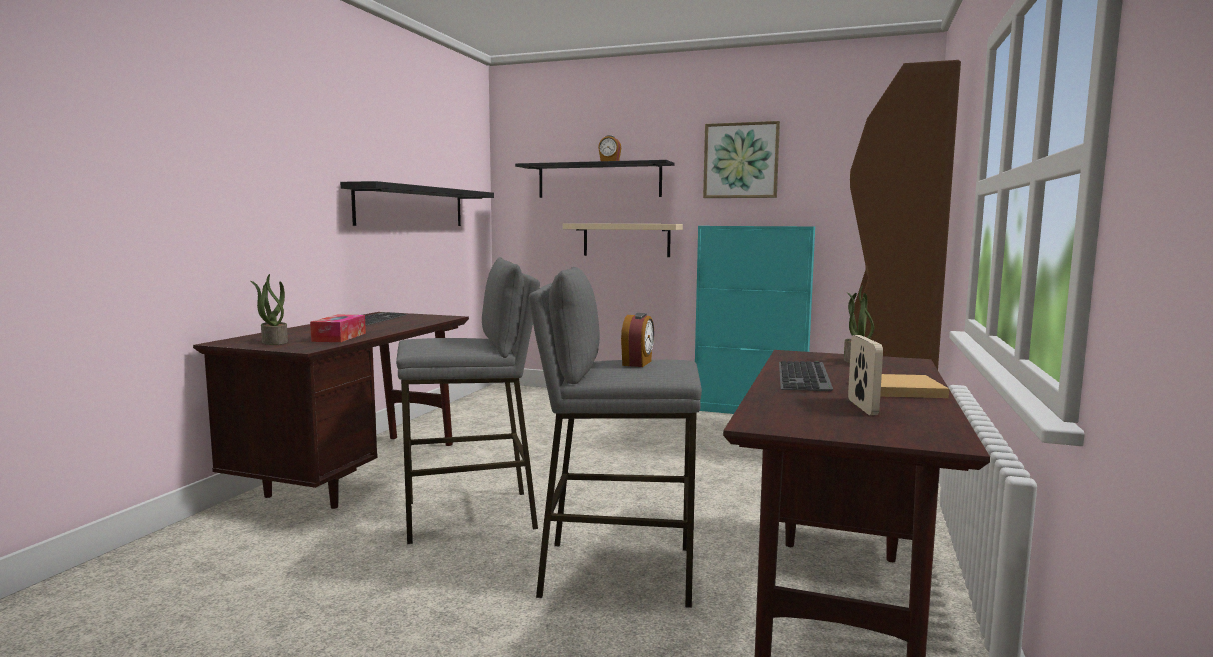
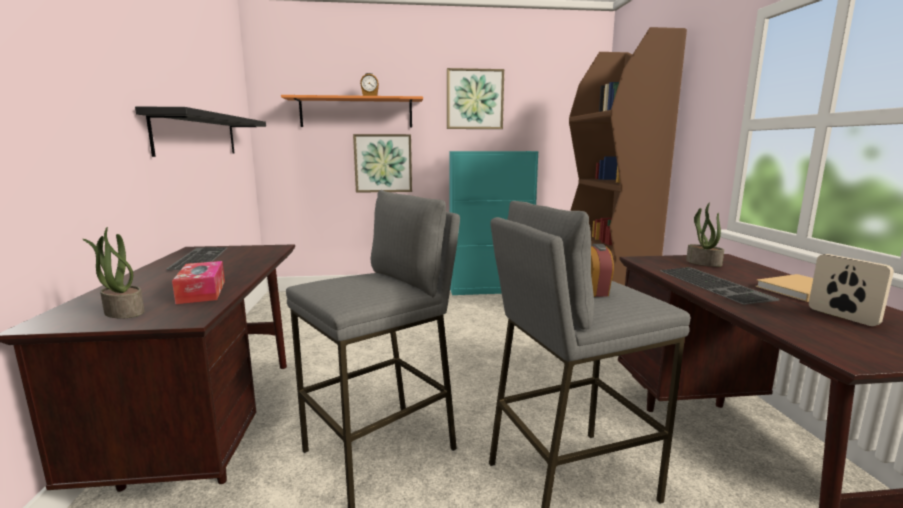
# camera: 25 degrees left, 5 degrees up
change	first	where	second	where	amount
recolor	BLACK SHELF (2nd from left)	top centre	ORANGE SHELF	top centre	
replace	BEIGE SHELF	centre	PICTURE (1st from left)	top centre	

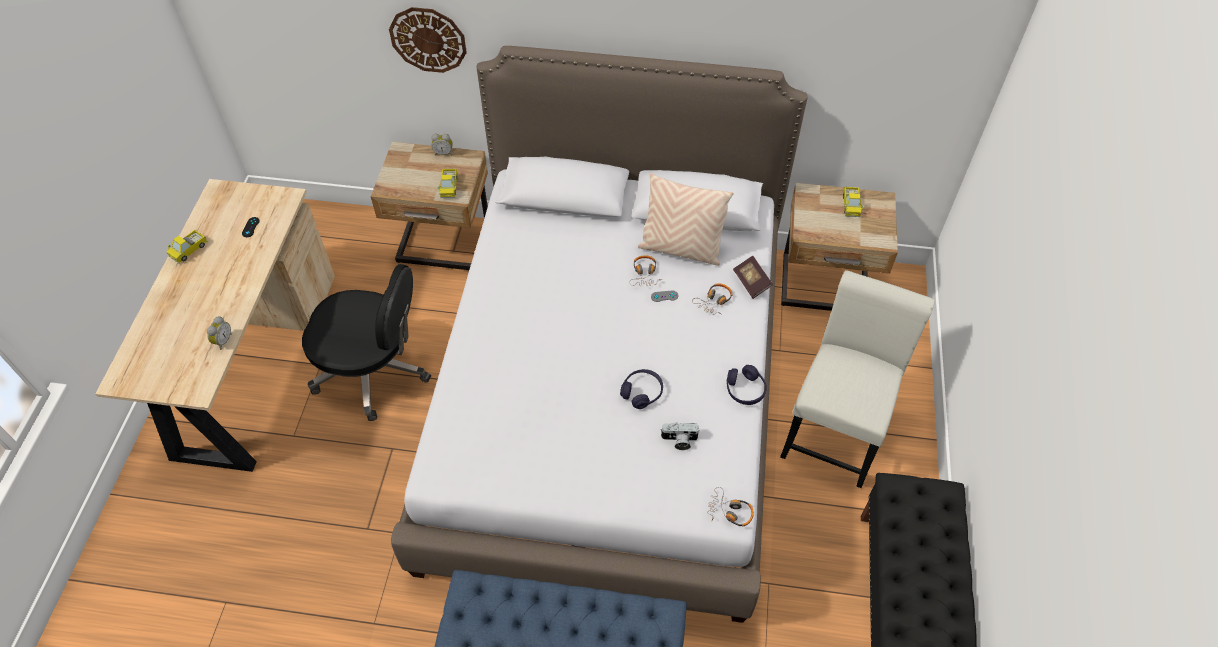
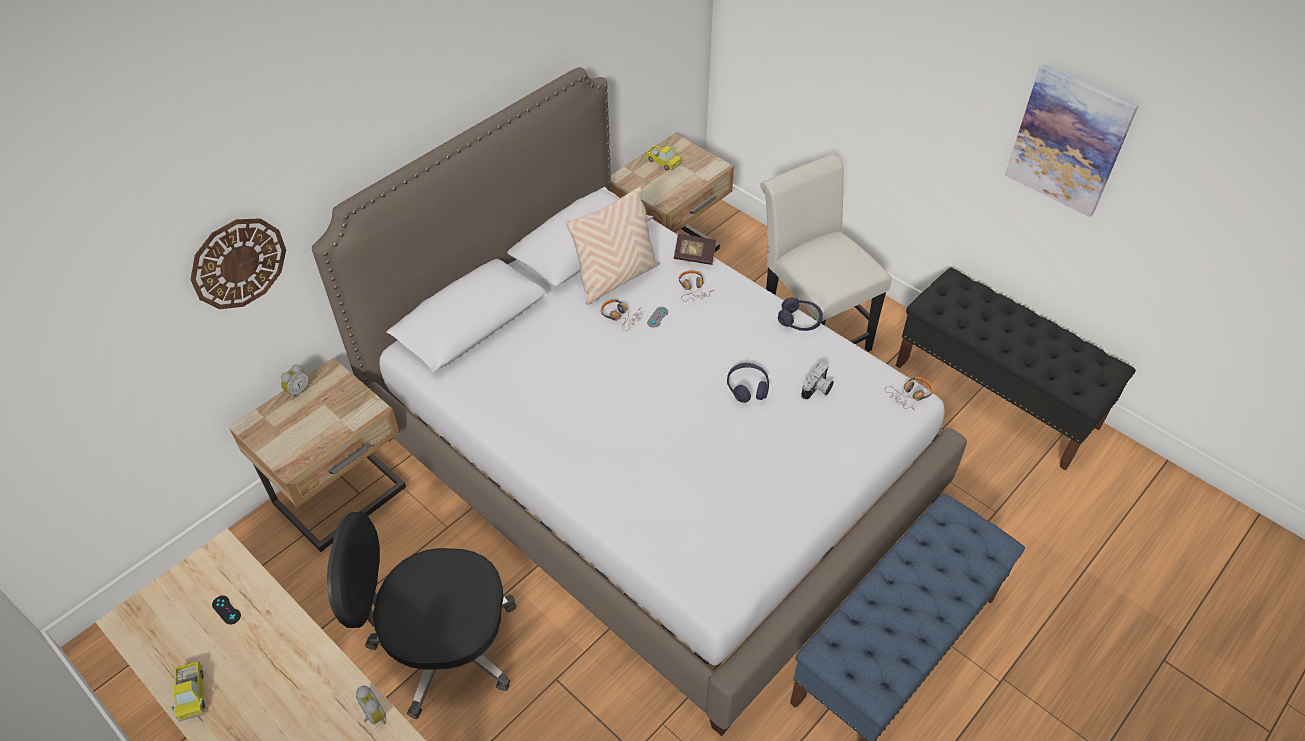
# camera: 55 degrees left, 5 degrees down
change	first	where	second	where	amount
delete	TOY TRUCK (2nd from left)	top centre			
rotate	BLACK OFFICE CHAIR	middle left		bottom left	135 degrees counterclockwise
insert			PICTURE	top right	

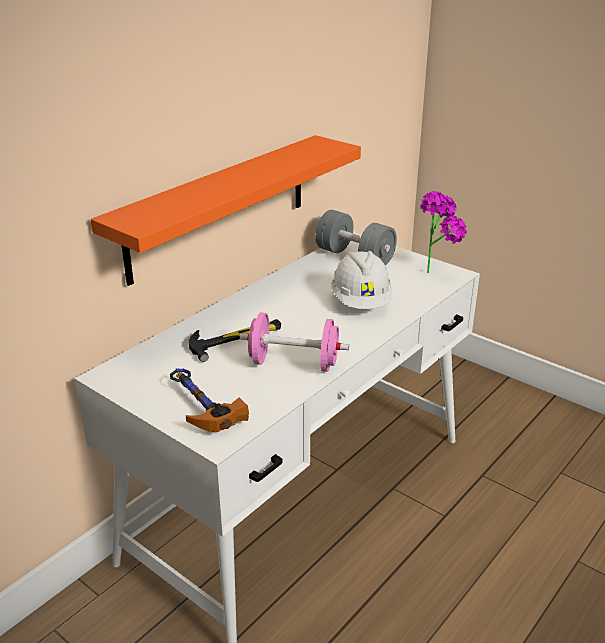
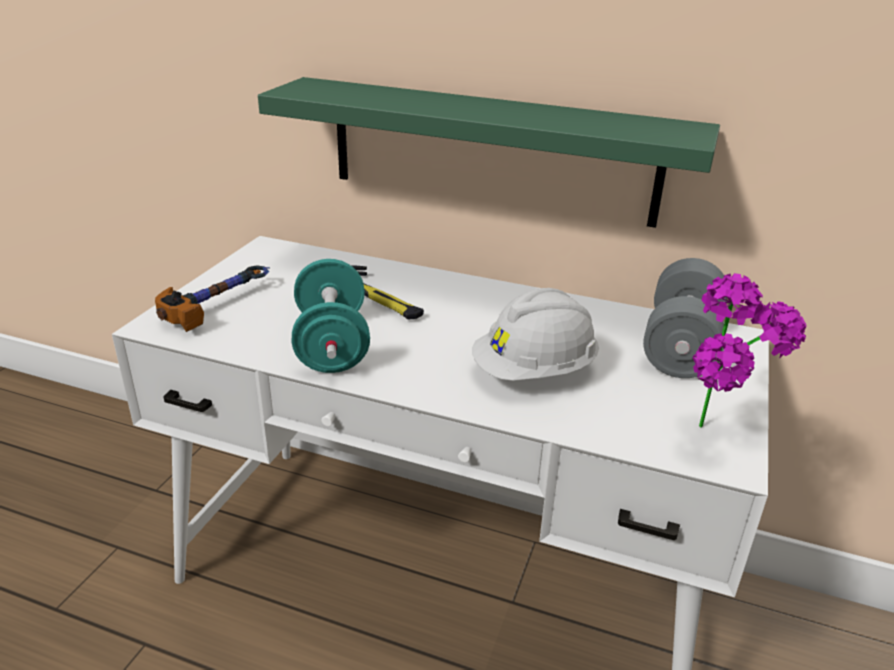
# camera: 70 degrees right, 0 degrees up
change	first	where	second	where	amount
recolor	ORANGE SHELF	top centre	GREEN SHELF	top centre	
recolor	PINK DUMBBELL	centre	TURQUOISE DUMBBELL	centre	

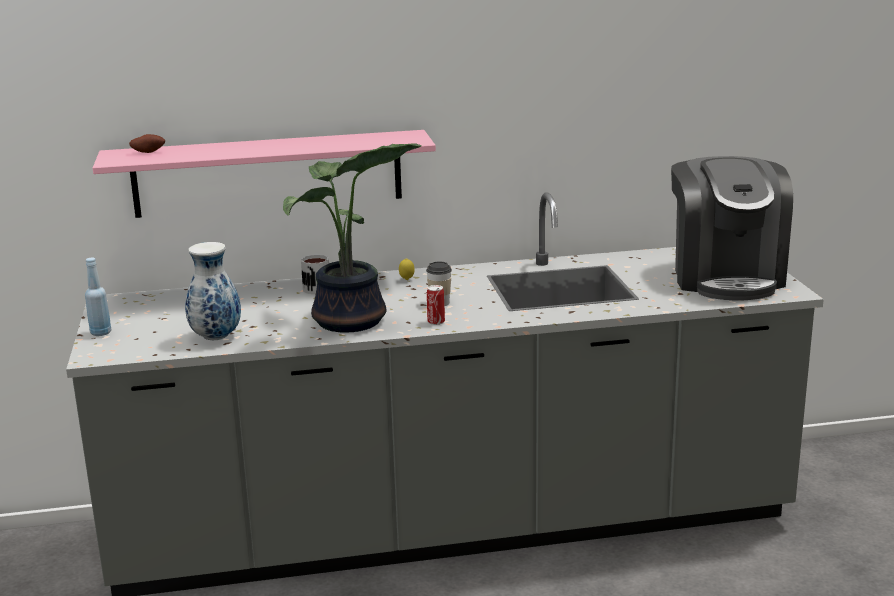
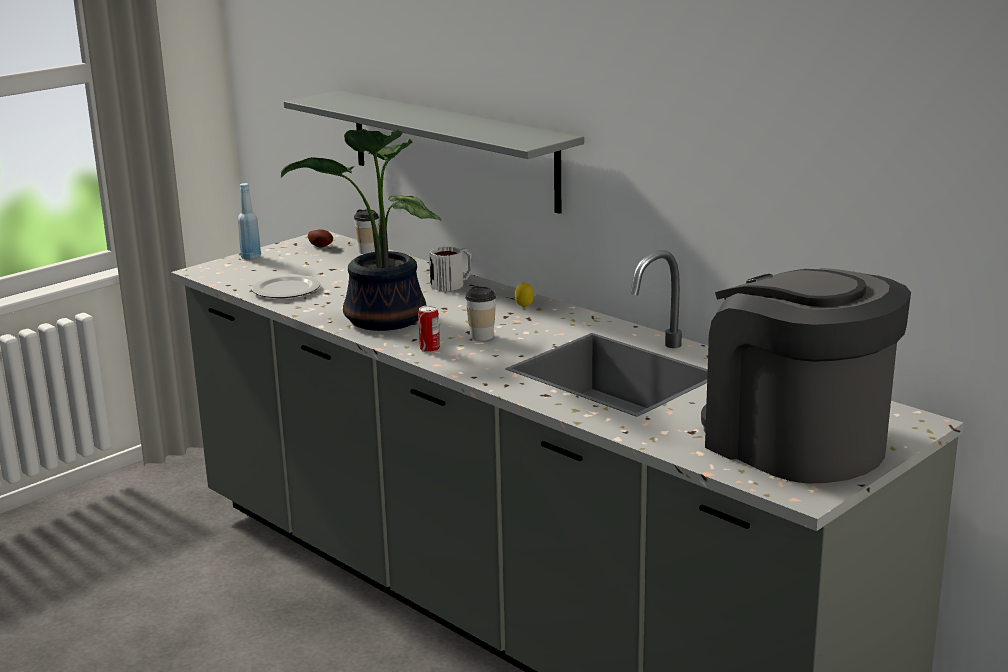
# camera: 55 degrees right, 0 degrees up
change	first	where	second	where	amount
recolor	PINK SHELF	top left	GREY SHELF	top centre	
move	POTATO	top left		middle left	
rotate	COFFEE MACHINE	middle right		middle right	90 degrees clockwise
replace	VASE	middle left	PLATE	middle left	
insert			CUP (1st from left)	centre	

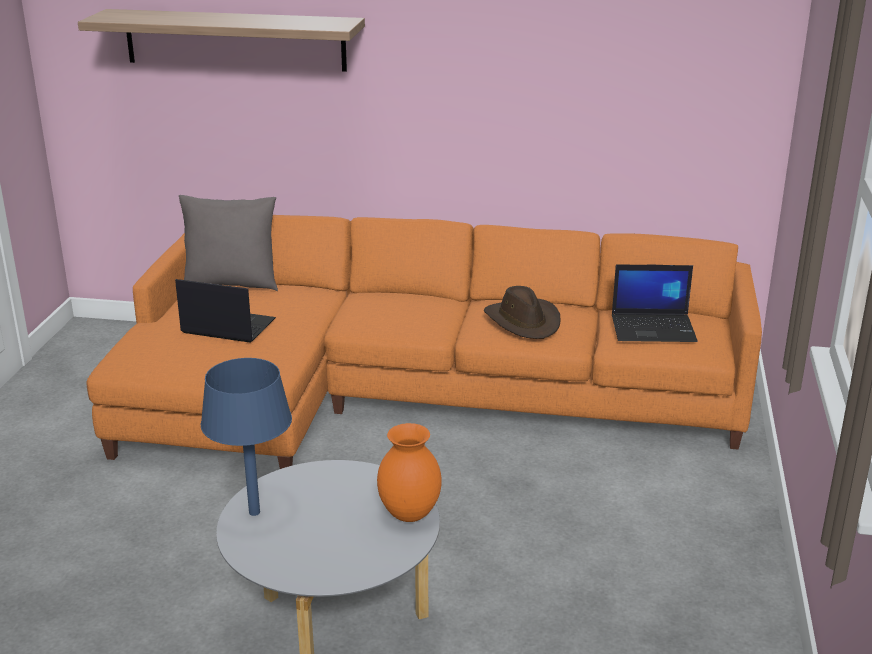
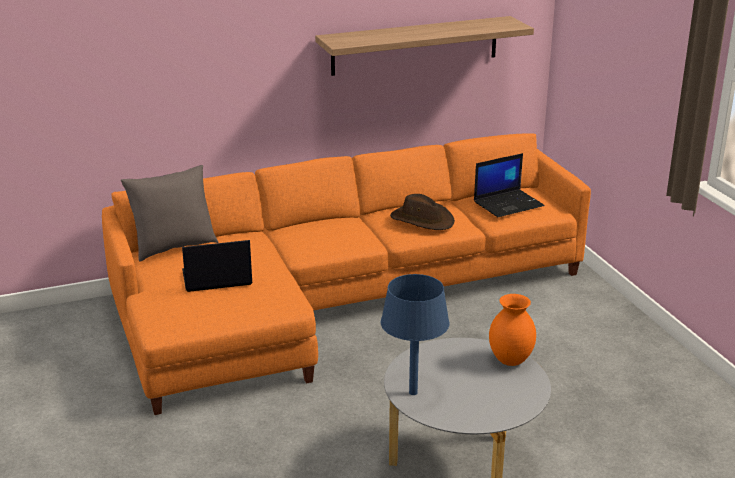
# camera: 30 degrees left, 0 degrees up
change	first	where	second	where	amount
move	SHELF	top left		top centre	

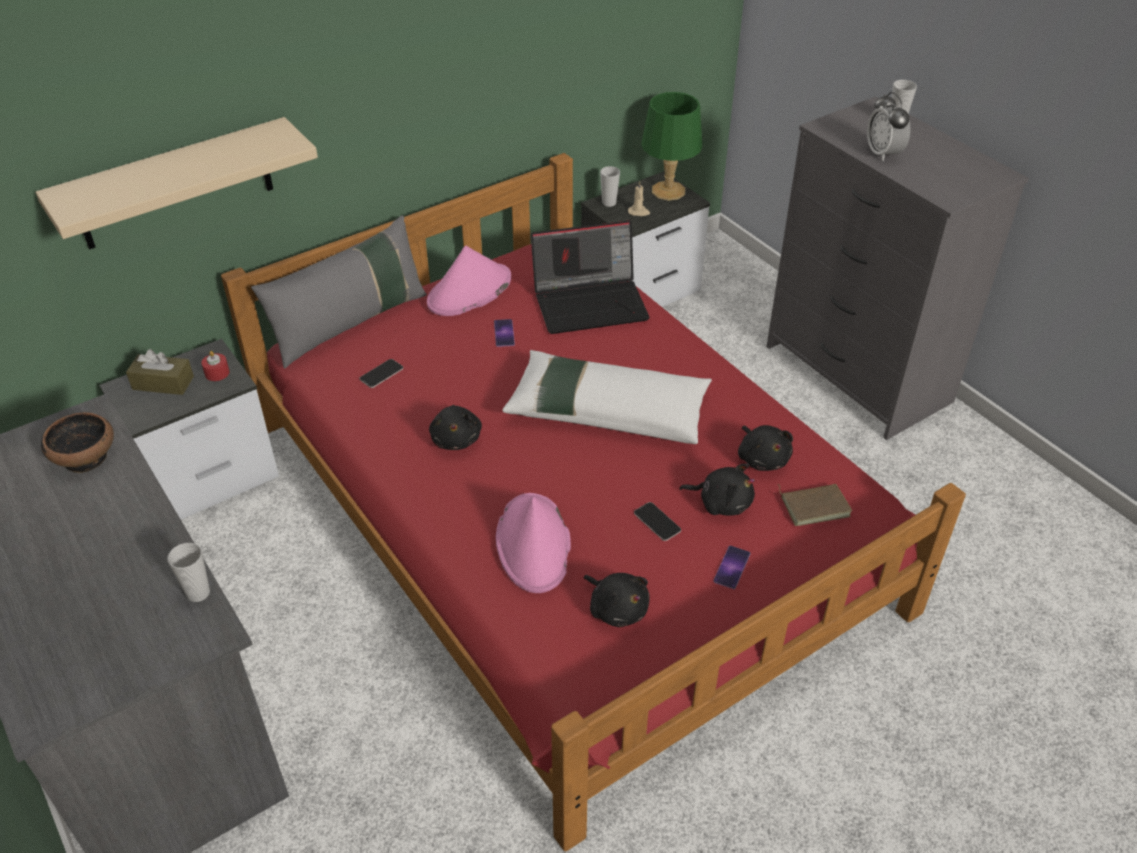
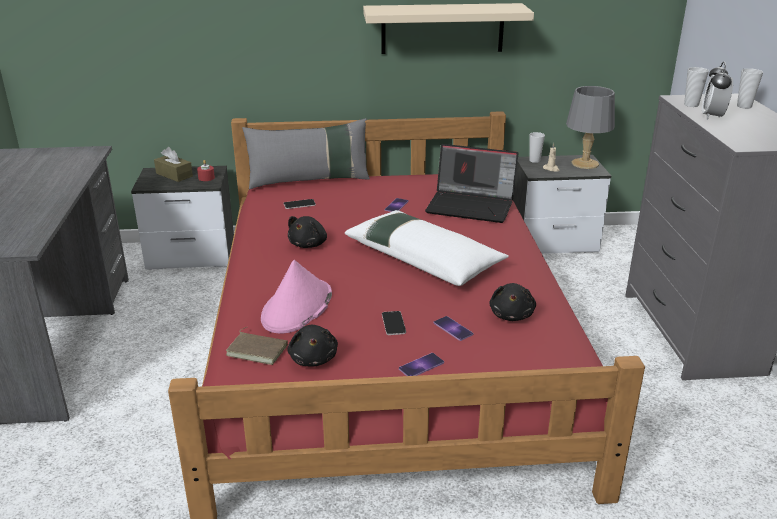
# camera: 30 degrees right, 15 degrees down
change	first	where	second	where	amount
recolor	GREEN TABLE LAMP	top centre	GREY TABLE LAMP	top right	
move	BEIGE SHELF	top left		top centre	
delete	PINK HAT (1st from left)	top centre			
delete	BOWL	middle left			
replace	BLACK PLUSH TOY (3rd from left)	centre	PHONE (5th from left)	centre	
move	BROWN BOOK	middle right		bottom left	
move	CUP (1st from left in the first image)	bottom left	CUP (2nd from left)	top right	

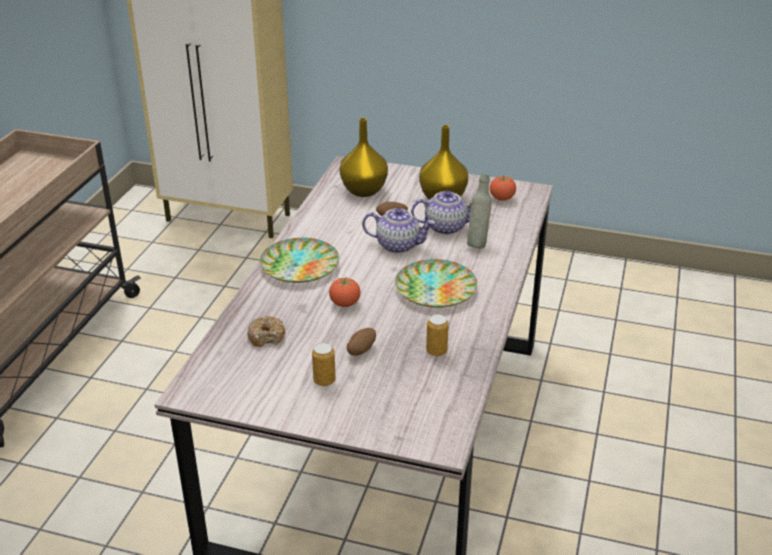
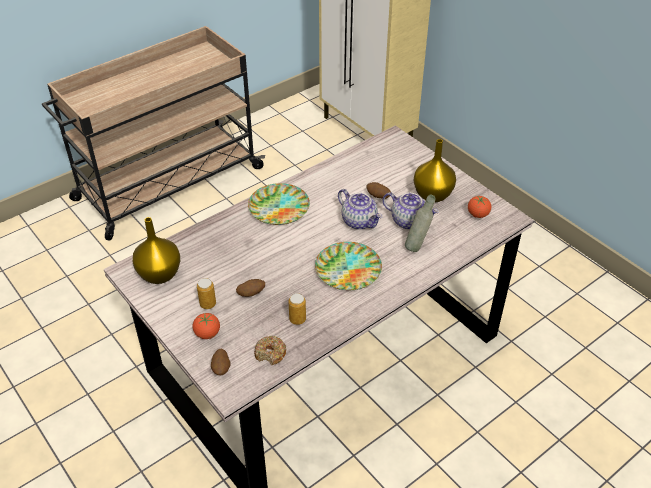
# camera: 35 degrees right, 10 degrees up
change	first	where	second	where	amount
move	YELLOW VASE (1st from left)	top centre		middle left	
move	TOMATO (1st from left)	centre		bottom left	
move	DONUT	centre		bottom centre	
insert			POTATO (1st from left)	bottom centre	

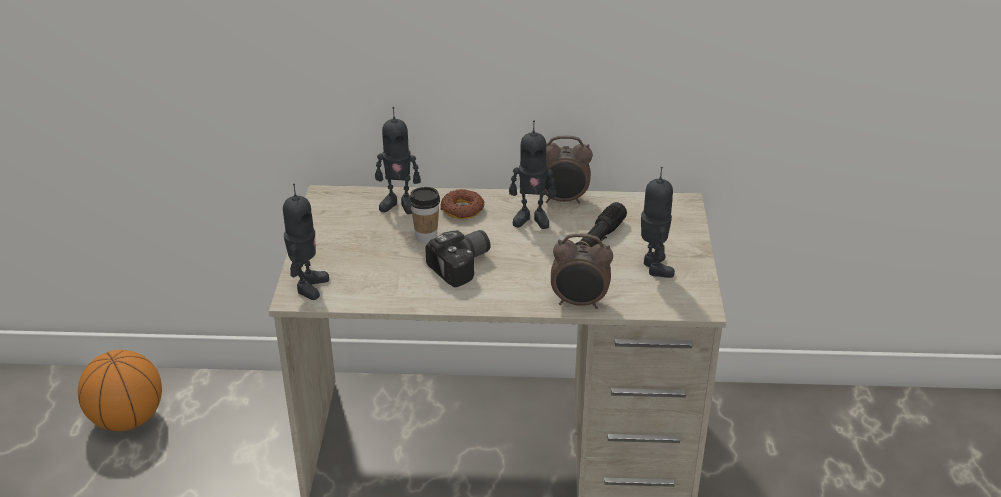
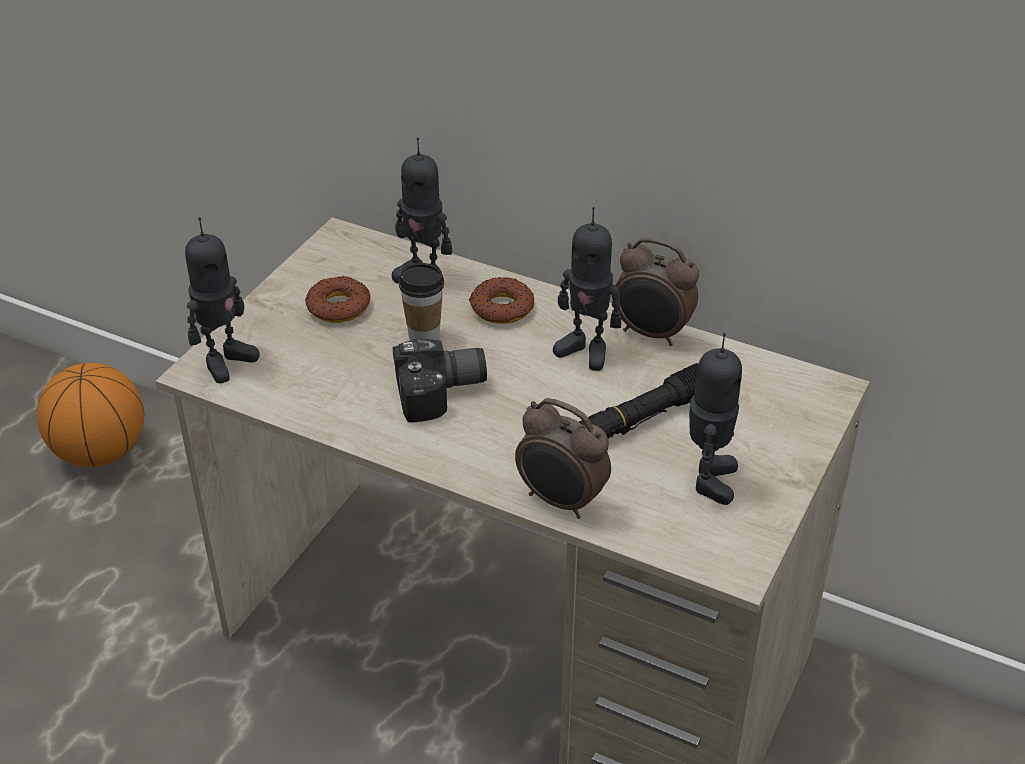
# camera: 25 degrees right, 5 degrees up
change	first	where	second	where	amount
insert			DONUT (1st from left)	middle left	

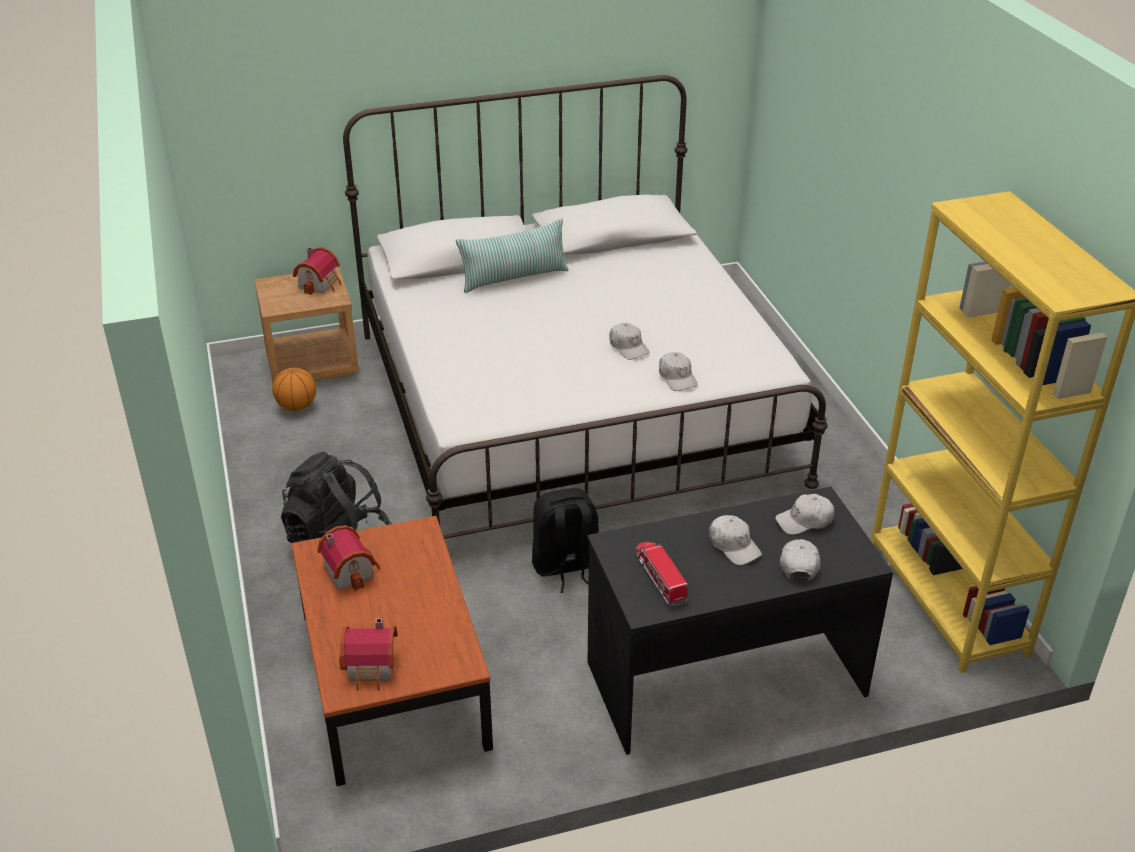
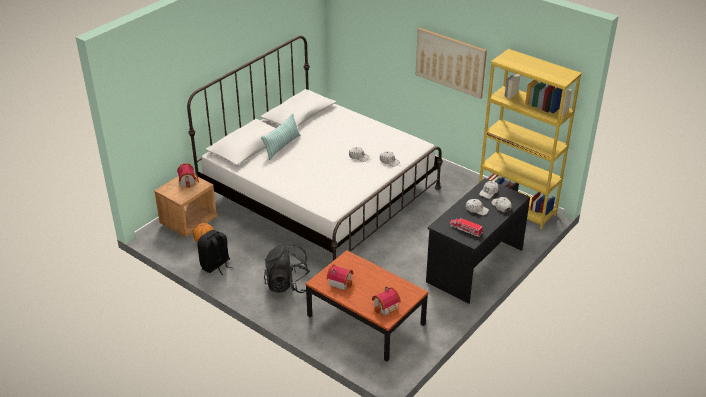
# camera: 35 degrees left, 0 degrees up
change	first	where	second	where	amount
move	BLACK BACKPACK (2nd from left in the first image)	centre	BLACK BACKPACK (1st from left)	middle left	
insert			PICTURE	top centre	

